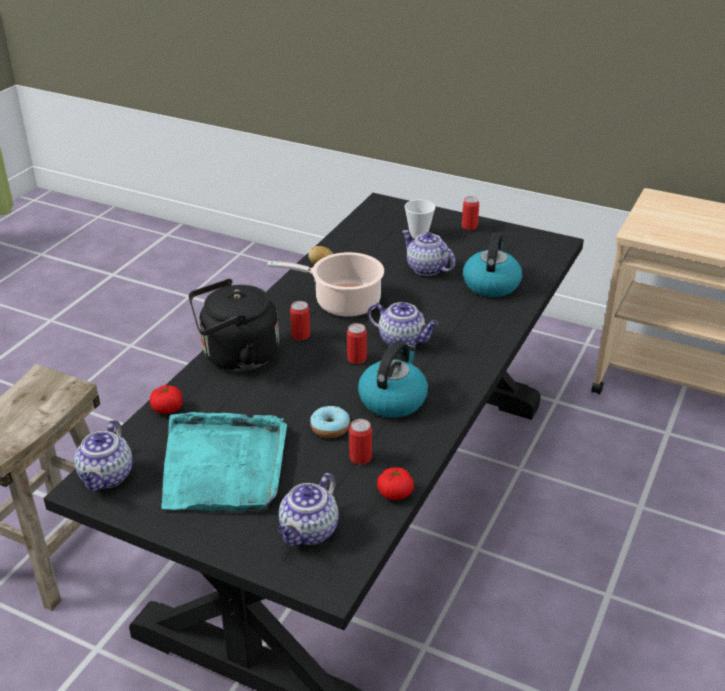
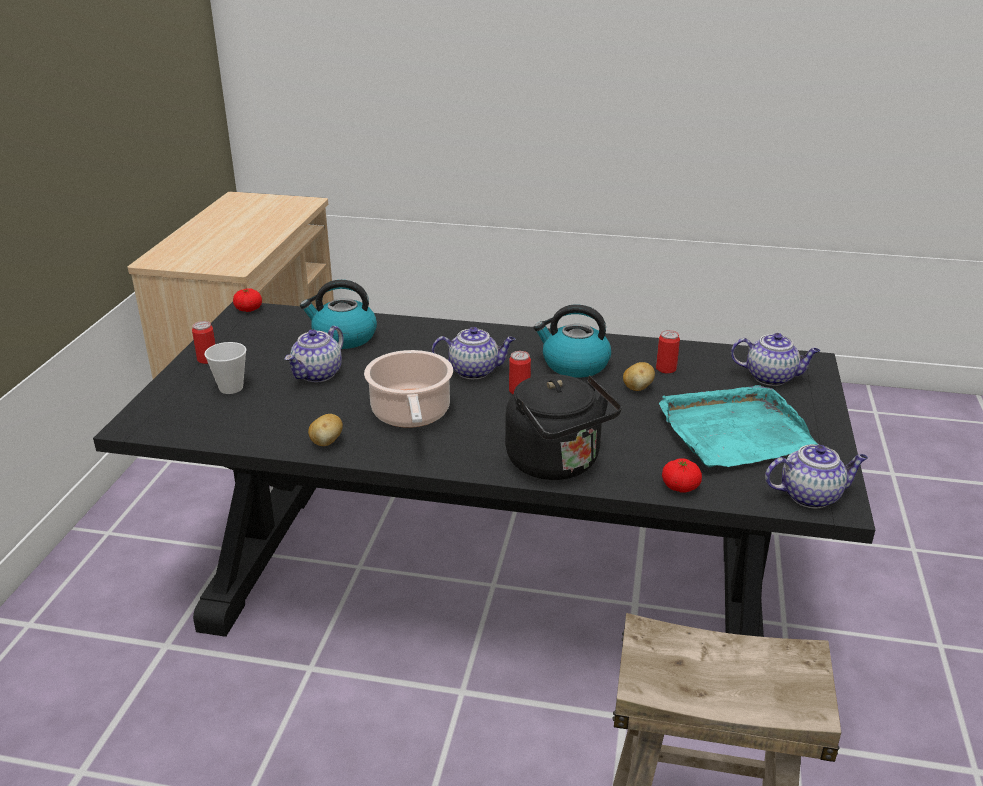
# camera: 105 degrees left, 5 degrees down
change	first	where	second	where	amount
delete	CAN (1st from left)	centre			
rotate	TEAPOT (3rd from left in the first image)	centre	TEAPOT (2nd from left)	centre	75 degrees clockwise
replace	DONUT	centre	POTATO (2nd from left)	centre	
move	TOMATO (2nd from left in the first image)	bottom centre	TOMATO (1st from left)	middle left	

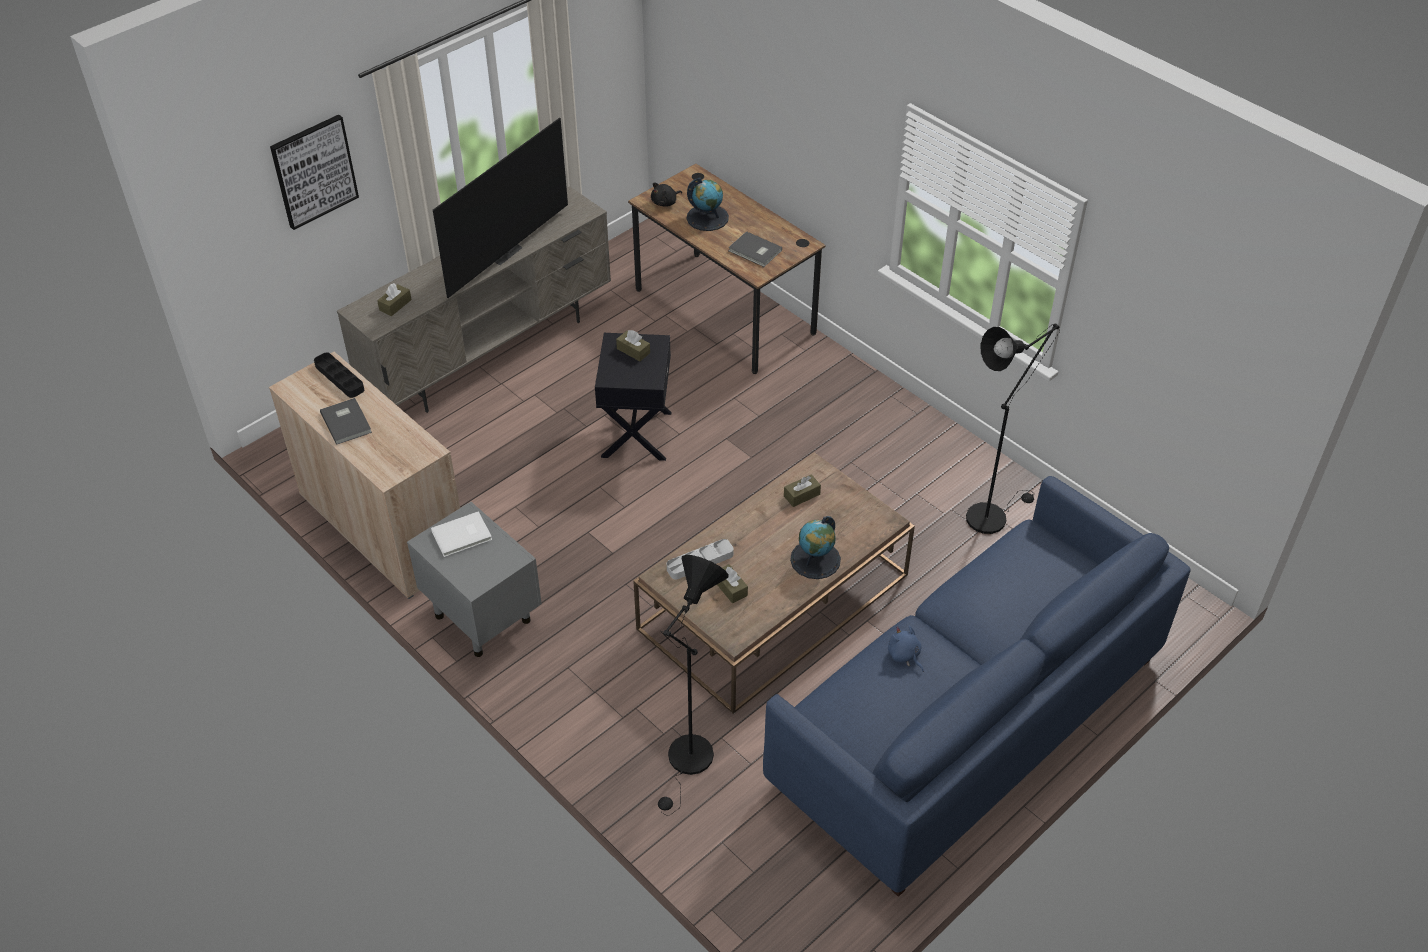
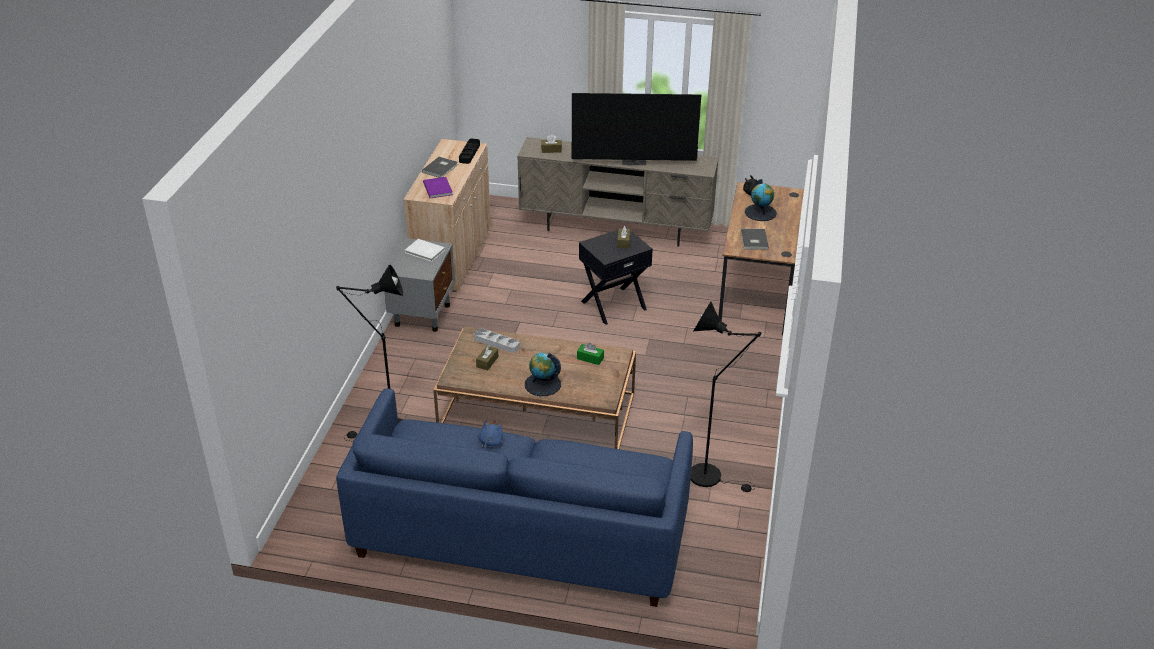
# camera: 55 degrees right, 10 degrees down
change	first	where	second	where	amount
delete	PICTURE	top left			
recolor	BROWN TISSUE BOX (4th from left)	centre	GREEN TISSUE BOX	centre	
insert			PURPLE BOOK	top centre	

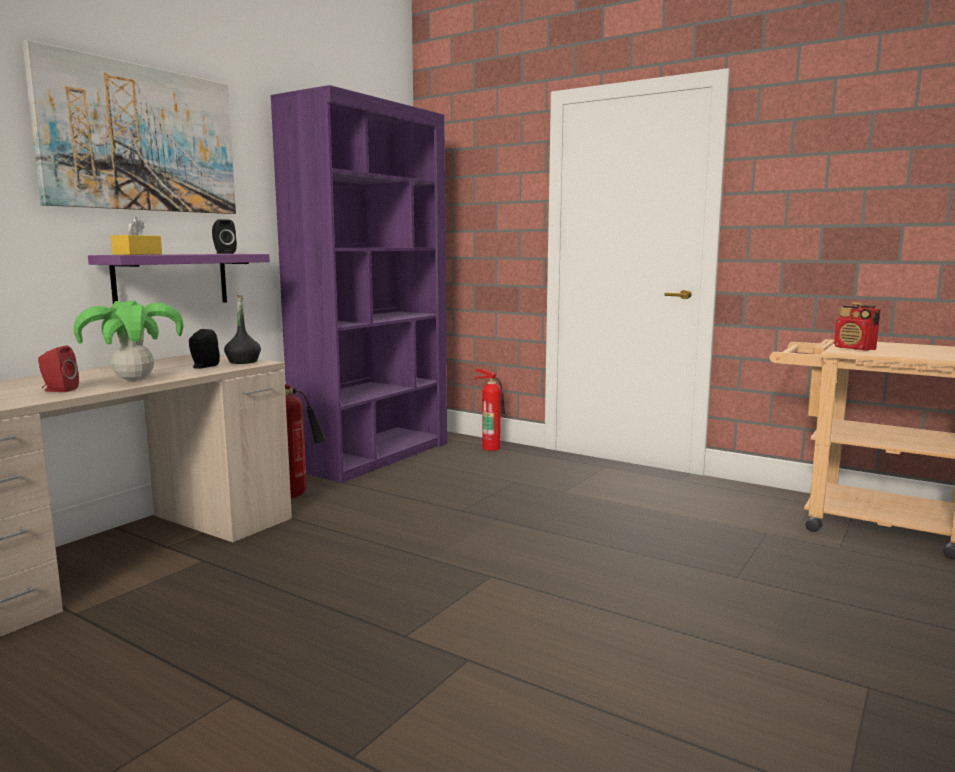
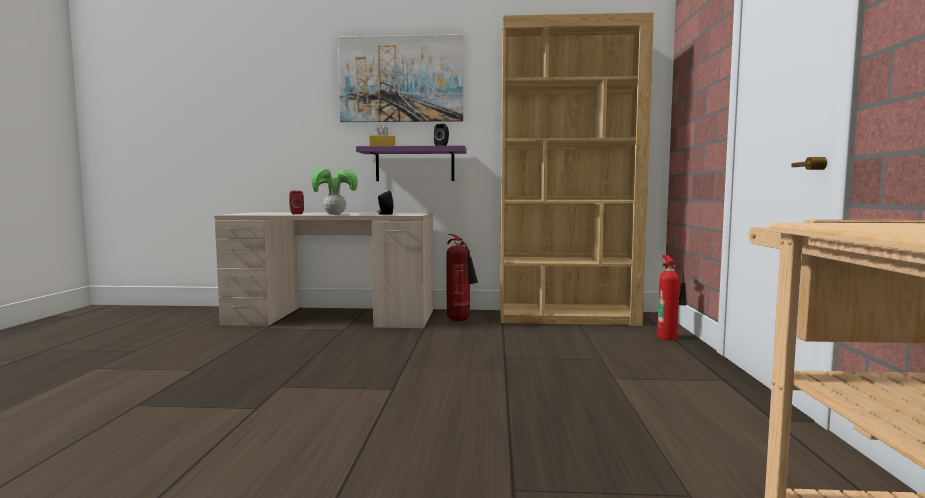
# camera: 60 degrees right, 5 degrees down
change	first	where	second	where	amount
recolor	PURPLE BOOKCASE	centre	BROWN BOOKCASE	centre	
delete	BLACK BOTTLE	middle left			
delete	RADIO	middle right			

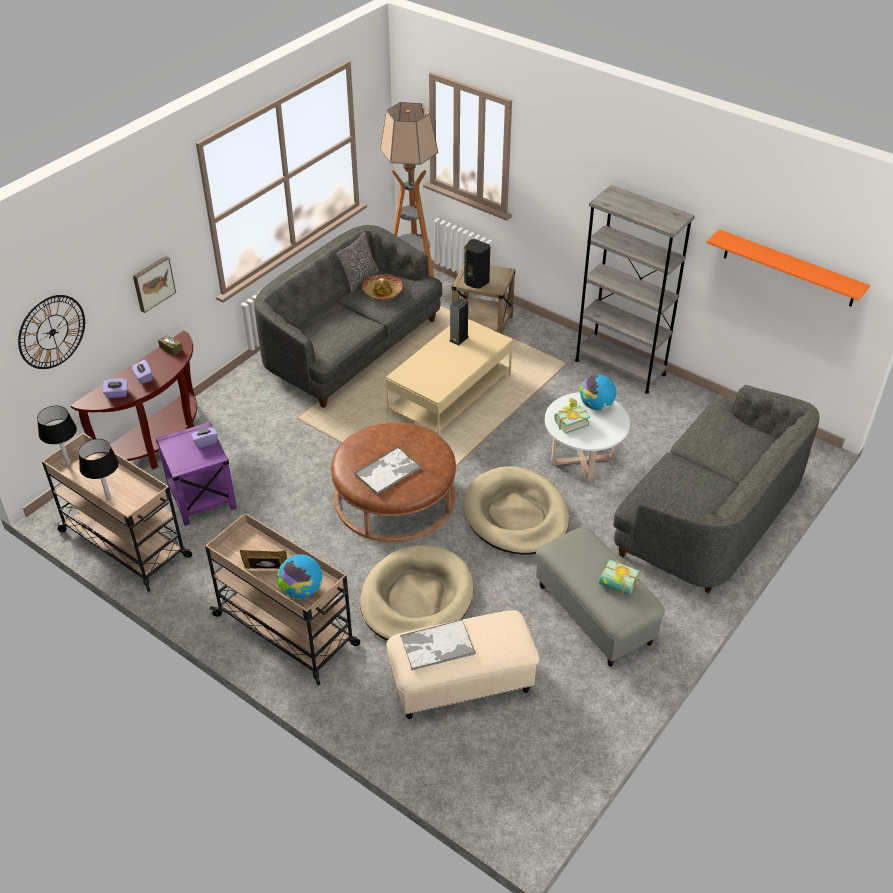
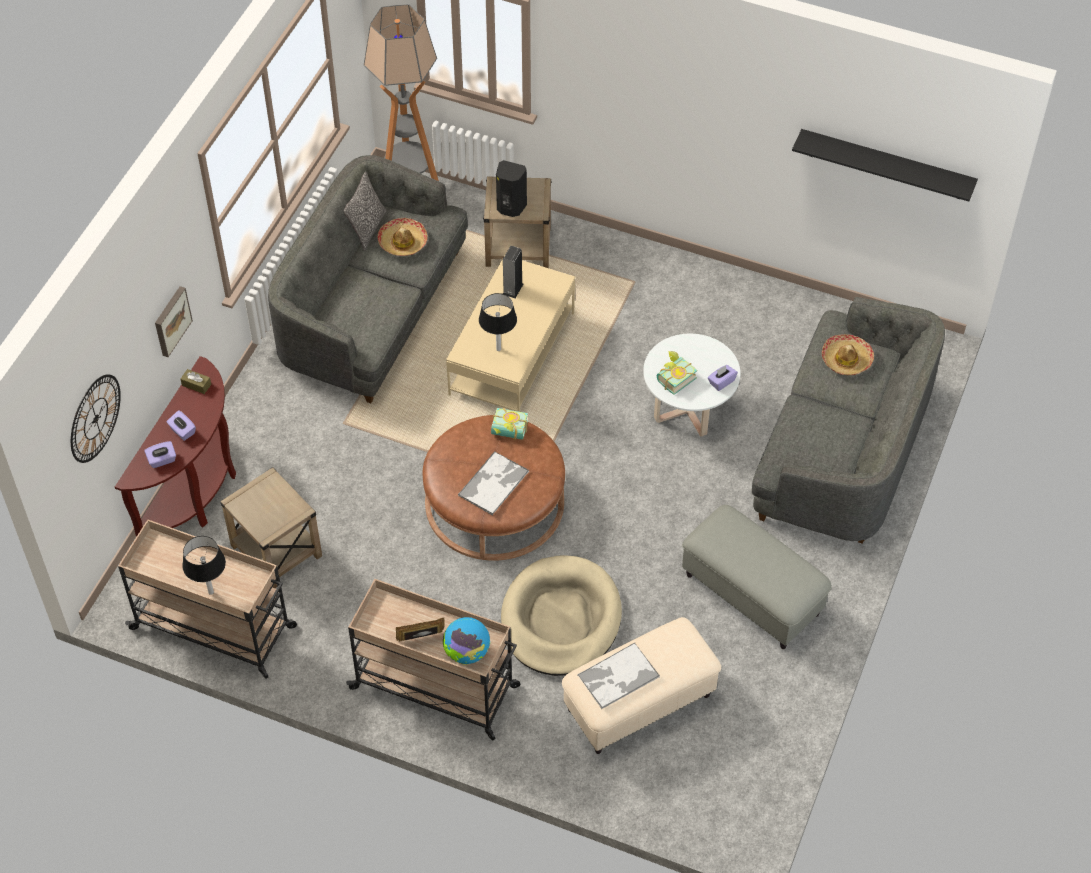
# camera: 15 degrees left, 10 degrees up
change	first	where	second	where	amount
delete	GREY BOOKCASE	top right			
recolor	ORANGE SHELF	top right	BLACK SHELF	top right	
delete	GLOBE (2nd from left)	middle right			
move	BLACK TABLE LAMP (1st from left in the first image)	middle left	BLACK TABLE LAMP (2nd from left)	centre	
recolor	PURPLE SIDE TABLE	middle left	BEIGE SIDE TABLE (1st from left)	middle left	
move	PURPLE TISSUE BOX (3rd from left)	middle left		centre	
delete	BEIGE DOG BED (2nd from left)	centre			
move	BOOK (2nd from left in the first image)	middle right	BOOK (1st from left)	centre	
insert			HAT (2nd from left)	middle right	

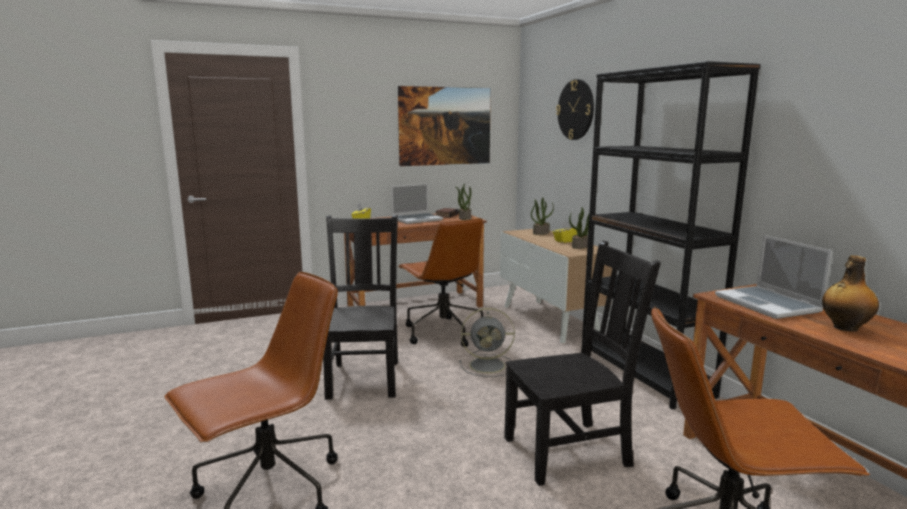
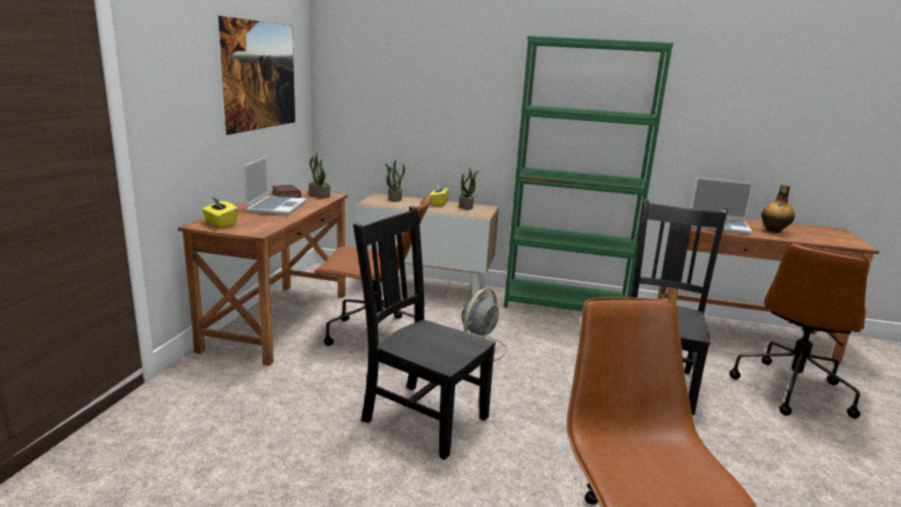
# camera: 55 degrees left, 5 degrees up
change	first	where	second	where	amount
recolor	BLACK BOOKCASE	middle right	GREEN BOOKCASE	centre	
delete	WALL CLOCK	top centre			

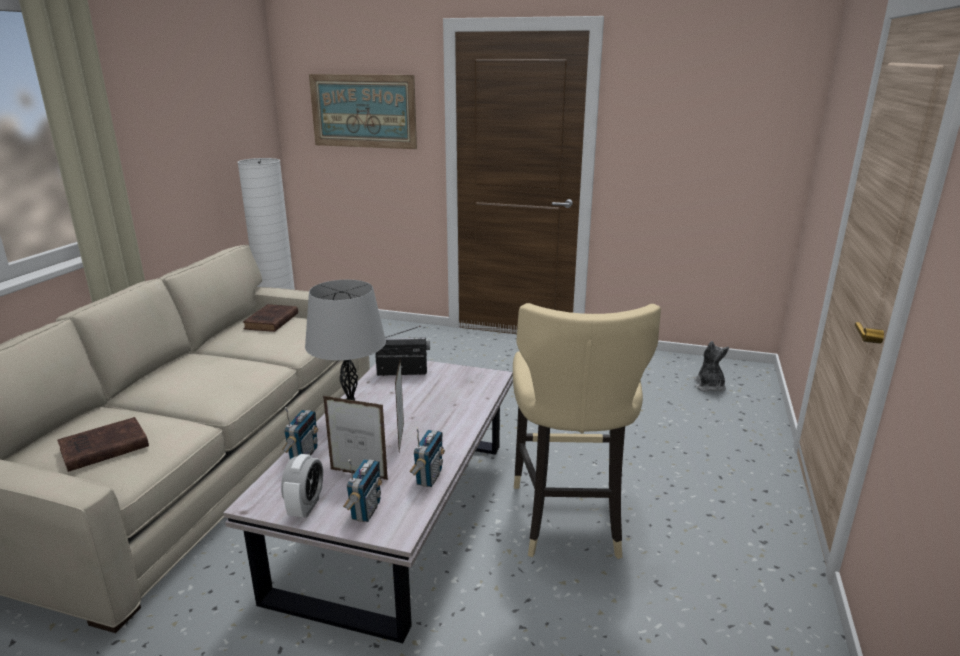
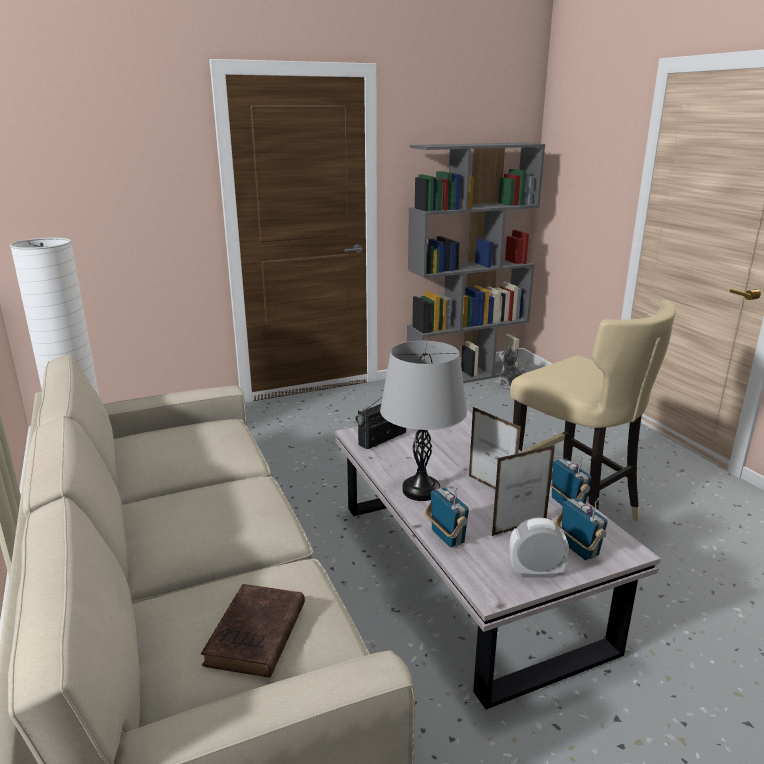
# camera: 40 degrees left, 0 degrees up
change	first	where	second	where	amount
delete	PICTURE	top centre			
delete	BROWN BOOK (2nd from left)	middle left			
rotate	ALARM CLOCK	bottom left		bottom right	60 degrees counterclockwise
insert			GREY BOOKCASE	centre	

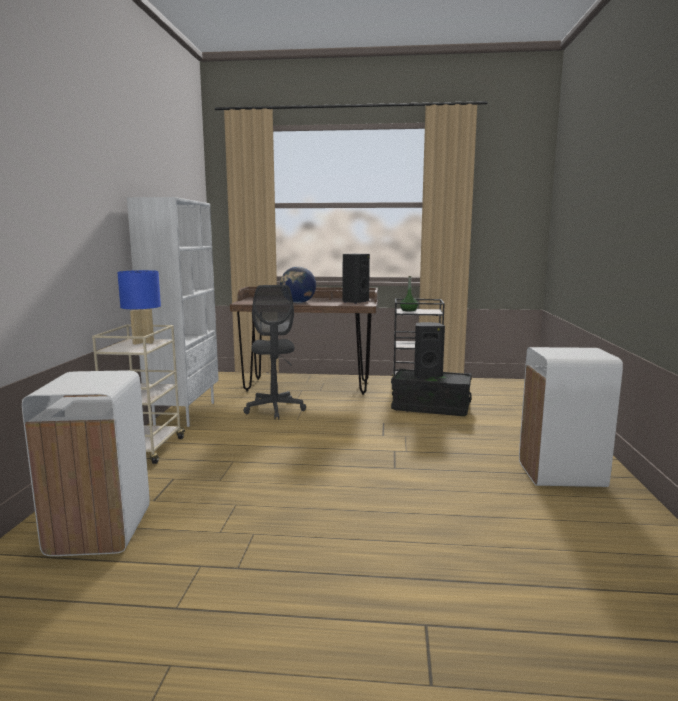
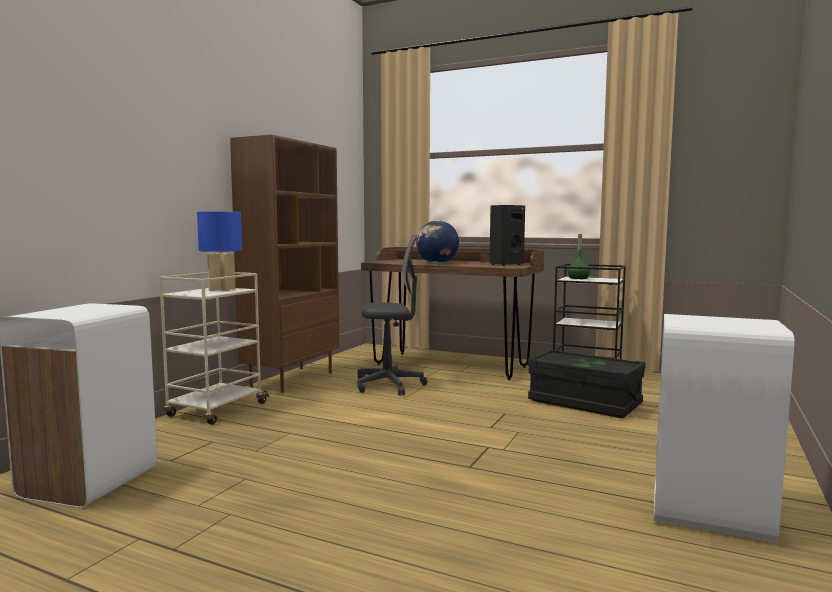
# camera: 20 degrees right, 5 degrees down
change	first	where	second	where	amount
recolor	WHITE BOOKCASE	middle left	BROWN BOOKCASE	centre	
rotate	GREY OFFICE CHAIR	centre		centre	105 degrees counterclockwise
delete	BLACK SPEAKER (2nd from left)	centre			

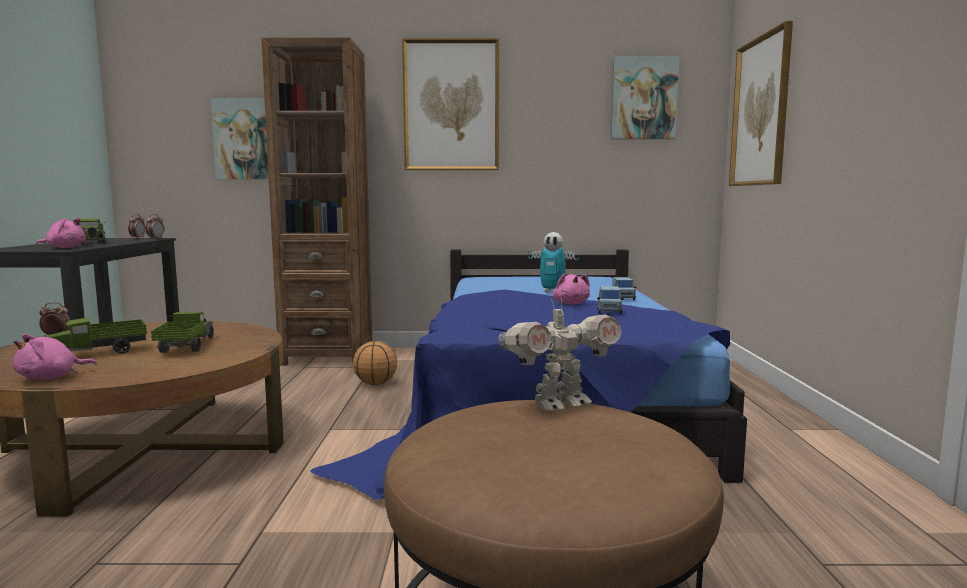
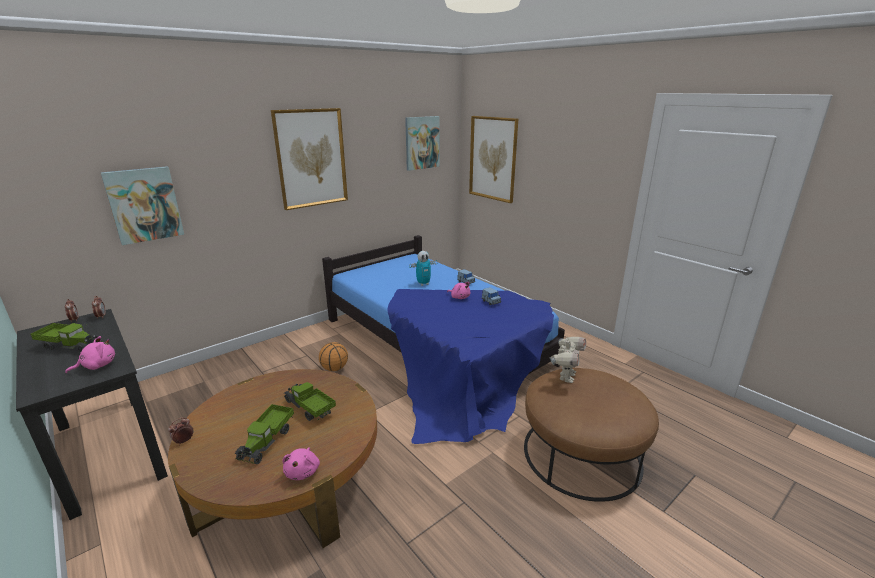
# camera: 40 degrees left, 15 degrees up
change	first	where	second	where	amount
delete	BROWN BOOKCASE	middle left			

